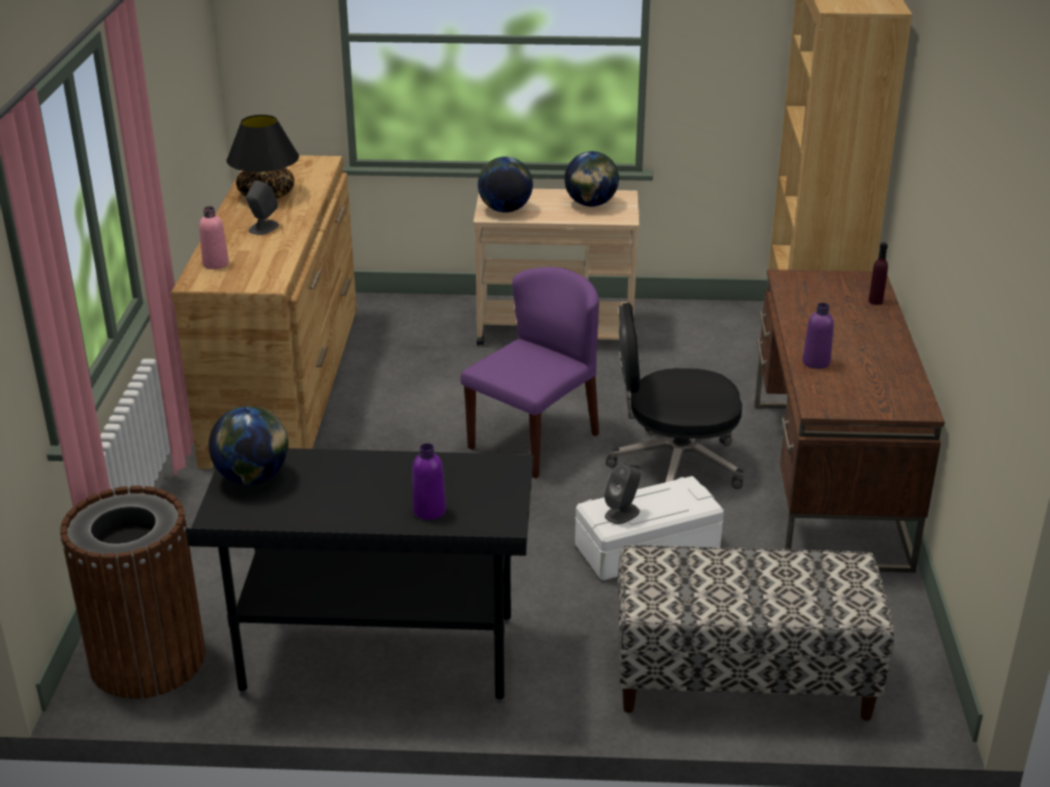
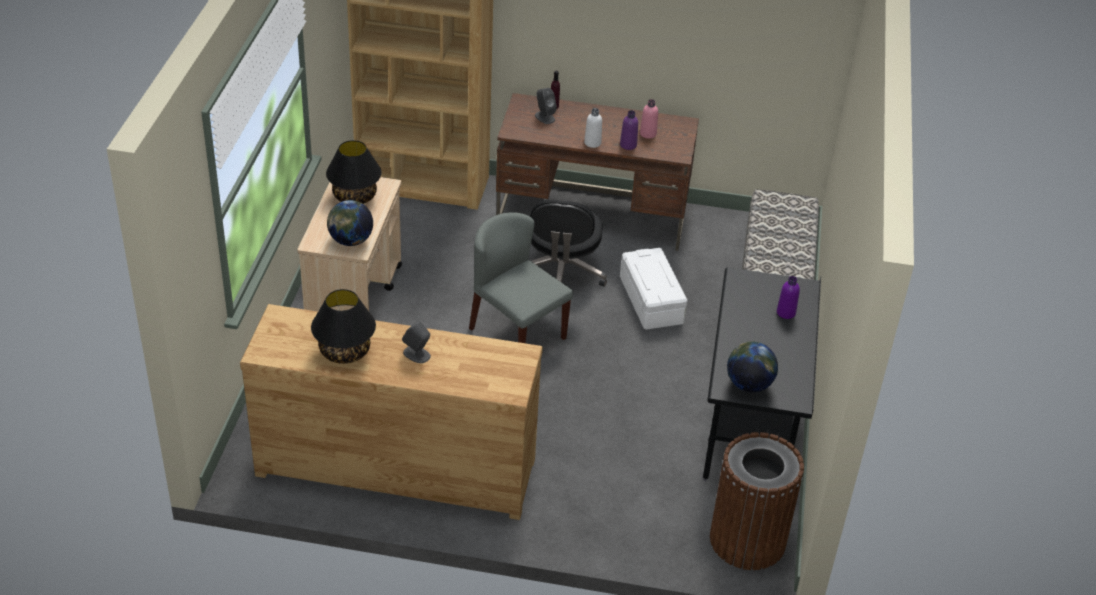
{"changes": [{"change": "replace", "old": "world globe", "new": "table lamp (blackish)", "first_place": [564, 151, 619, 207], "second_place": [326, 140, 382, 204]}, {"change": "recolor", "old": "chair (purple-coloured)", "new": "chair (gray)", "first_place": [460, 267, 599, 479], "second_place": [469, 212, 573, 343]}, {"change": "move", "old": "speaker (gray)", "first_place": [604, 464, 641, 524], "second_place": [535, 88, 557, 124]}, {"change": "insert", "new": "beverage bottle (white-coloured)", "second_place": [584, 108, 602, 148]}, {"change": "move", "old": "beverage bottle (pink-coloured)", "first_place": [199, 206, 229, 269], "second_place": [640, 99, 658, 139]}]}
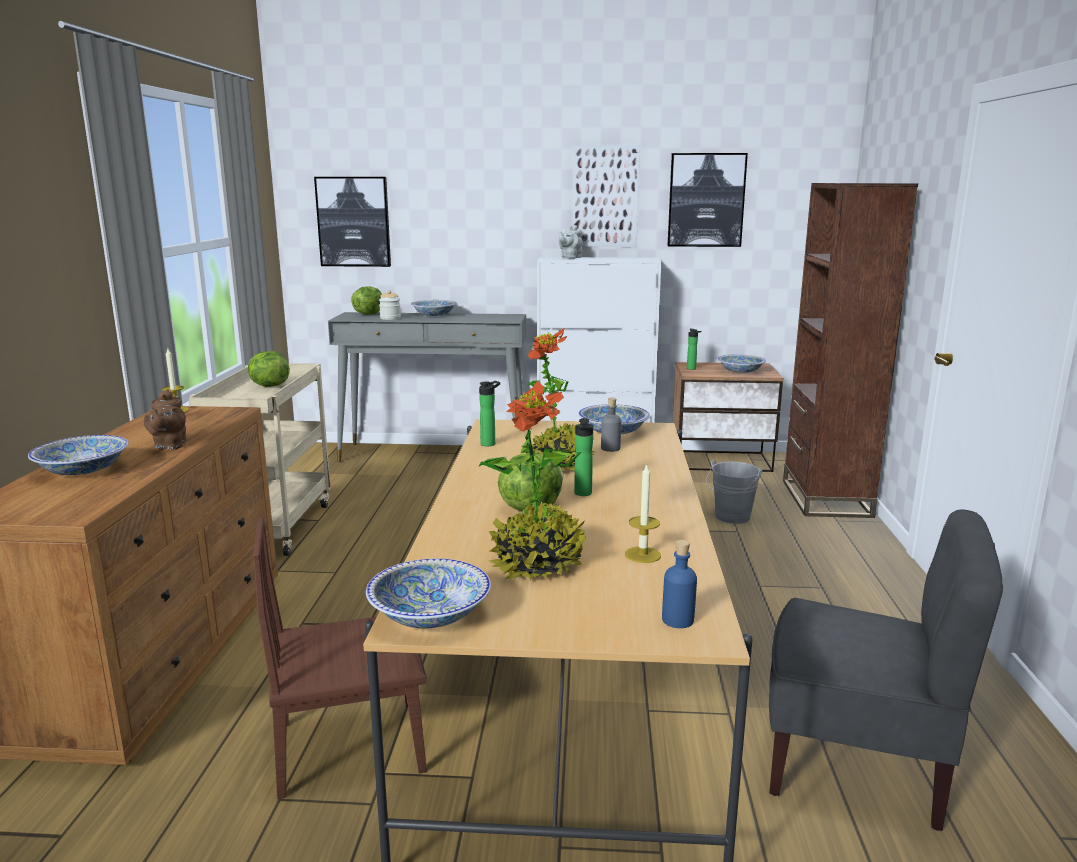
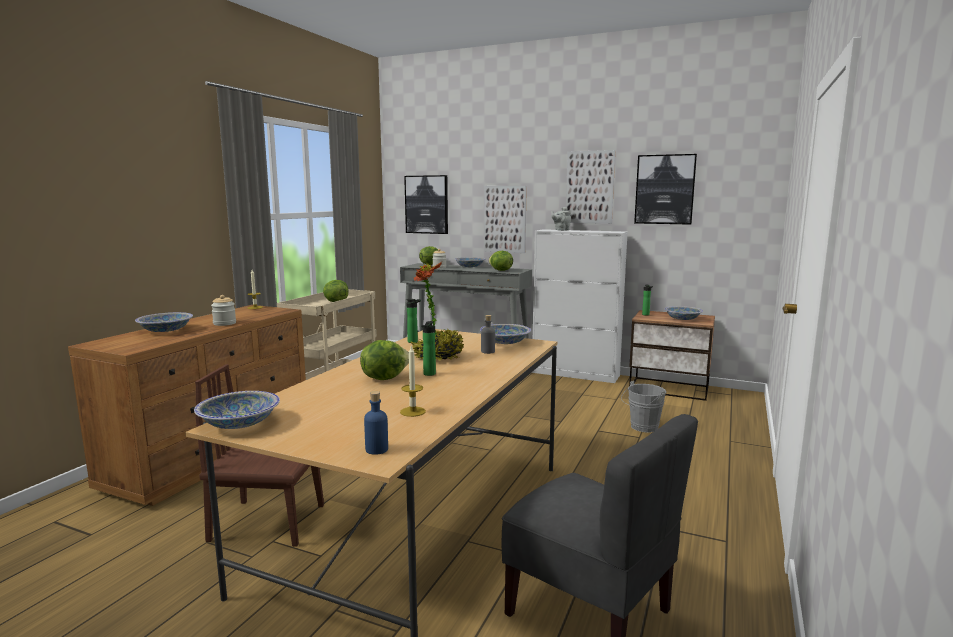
{"changes": [{"change": "replace", "old": "teapot (brown)", "new": "storage jar", "first_place": [144, 389, 186, 449], "second_place": [211, 295, 236, 326]}, {"change": "insert", "new": "wall picture", "second_place": [484, 186, 527, 253]}, {"change": "insert", "new": "lettuce", "second_place": [488, 251, 513, 271]}, {"change": "delete", "old": "plant in a pot", "first_place": [478, 381, 585, 581]}, {"change": "delete", "old": "bookcase (brown)", "first_place": [783, 183, 918, 518]}]}
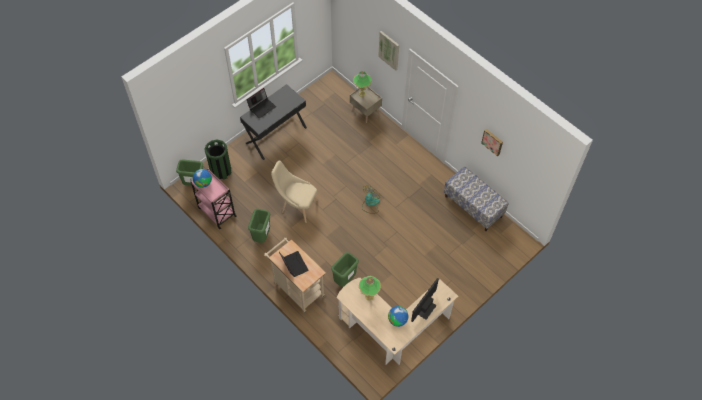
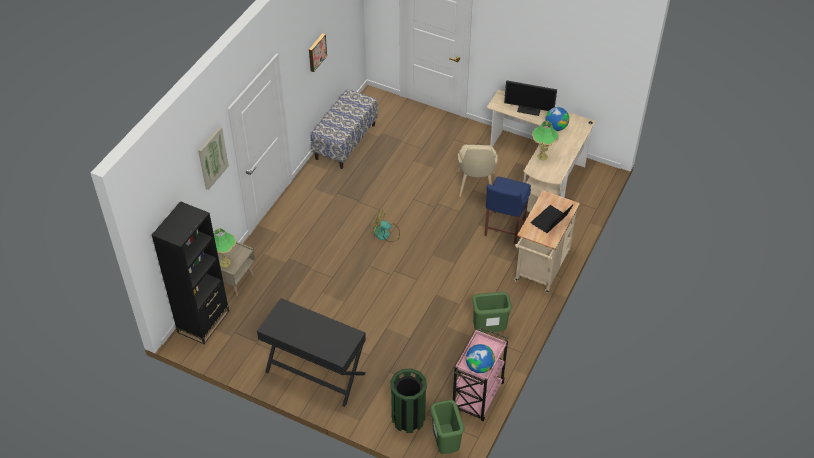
{"changes": [{"change": "insert", "new": "bookcase (blackish)", "second_place": [152, 201, 229, 344]}, {"change": "move", "old": "chair (sand-coloured)", "first_place": [271, 160, 318, 223], "second_place": [457, 145, 498, 197]}, {"change": "replace", "old": "waste bin (green)", "new": "chair (bluish)", "first_place": [331, 252, 359, 287], "second_place": [484, 177, 531, 244]}, {"change": "delete", "old": "laptop", "first_place": [247, 88, 276, 119]}]}
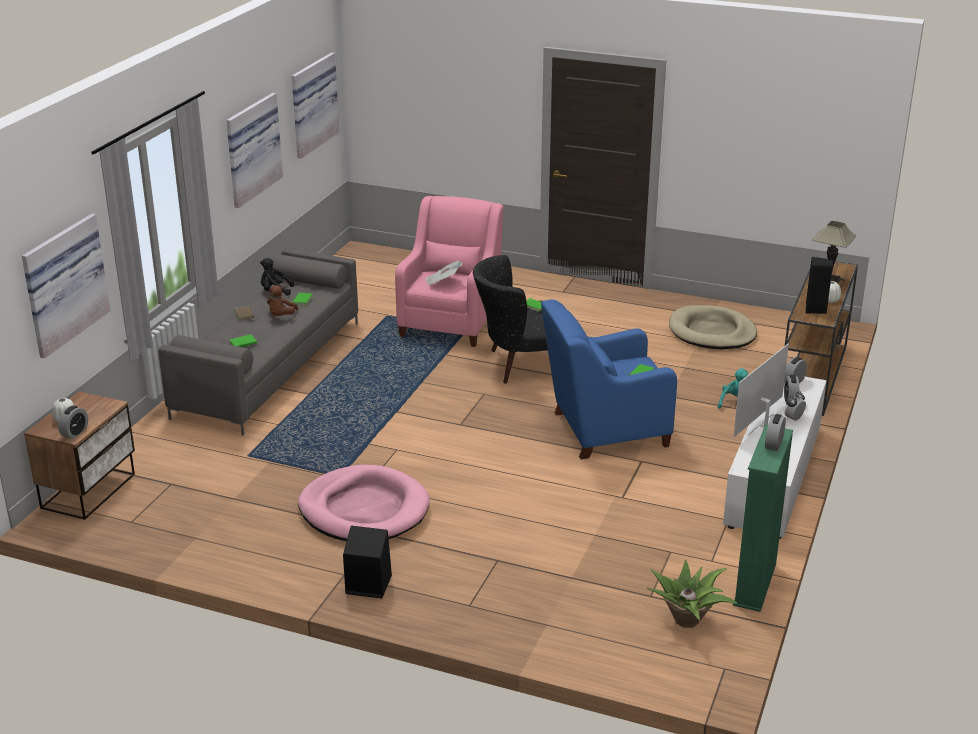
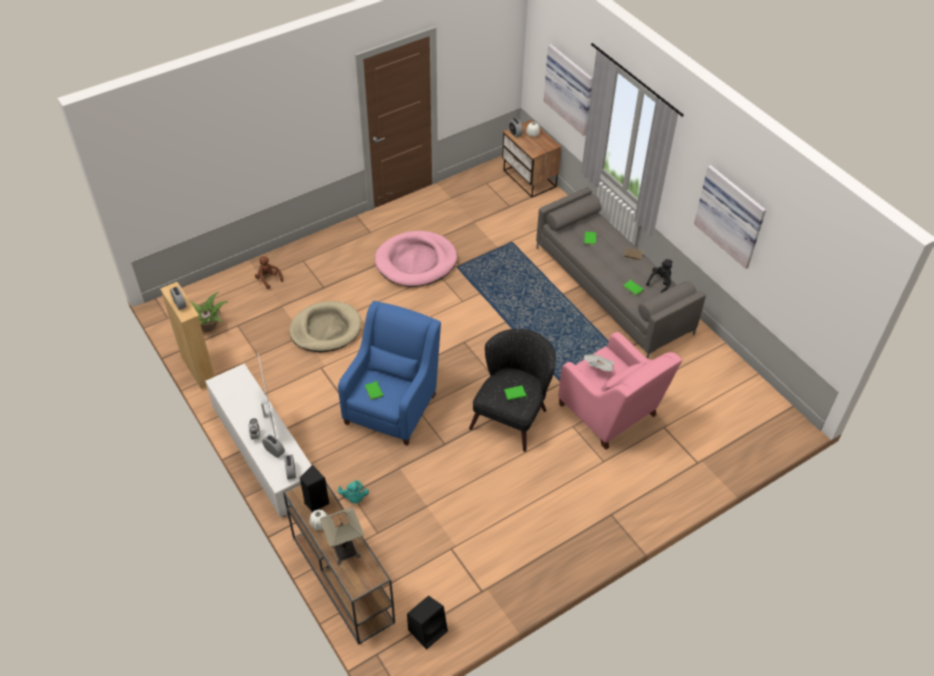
{"changes": [{"change": "recolor", "old": "bookcase (green)", "new": "bookcase (sand-coloured)", "first_place": [733, 425, 793, 612], "second_place": [160, 282, 215, 390]}, {"change": "move", "old": "cuddly toy (brown)", "first_place": [267, 285, 298, 316], "second_place": [255, 256, 283, 289]}, {"change": "move", "old": "dog cushion (sand-coloured)", "first_place": [669, 305, 757, 349], "second_place": [289, 301, 361, 352]}, {"change": "move", "old": "speaker (blackish)", "first_place": [343, 526, 392, 598], "second_place": [407, 596, 448, 650]}, {"change": "delete", "old": "wall picture", "first_place": [292, 52, 339, 159]}]}
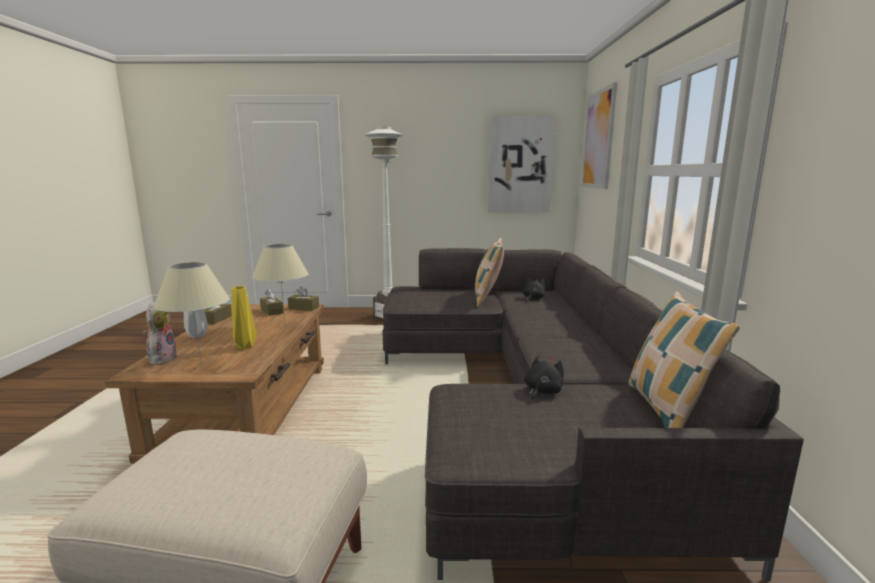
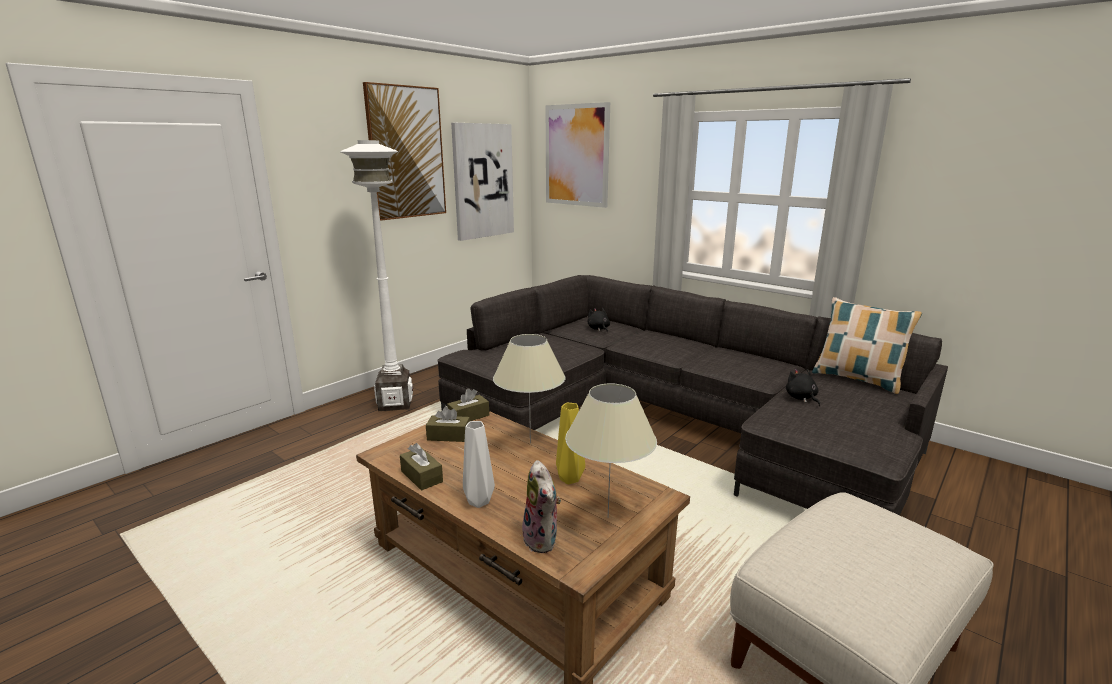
{"changes": [{"change": "insert", "new": "wall picture", "second_place": [363, 82, 446, 221]}, {"change": "rotate", "old": "cuddly toy", "first_place": [143, 302, 178, 365], "second_place": [522, 460, 561, 553], "degrees": -150}, {"change": "delete", "old": "pillow", "first_place": [475, 238, 504, 306]}]}
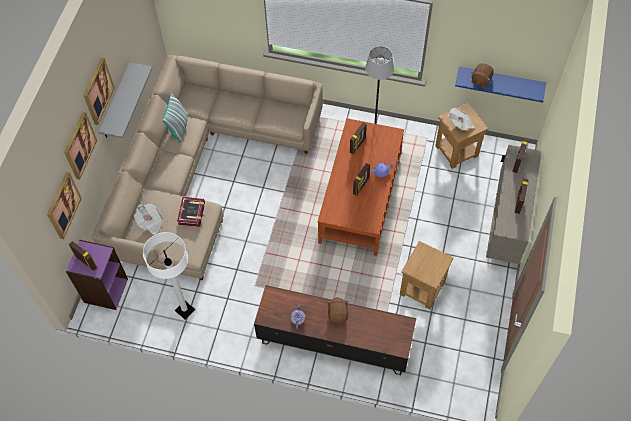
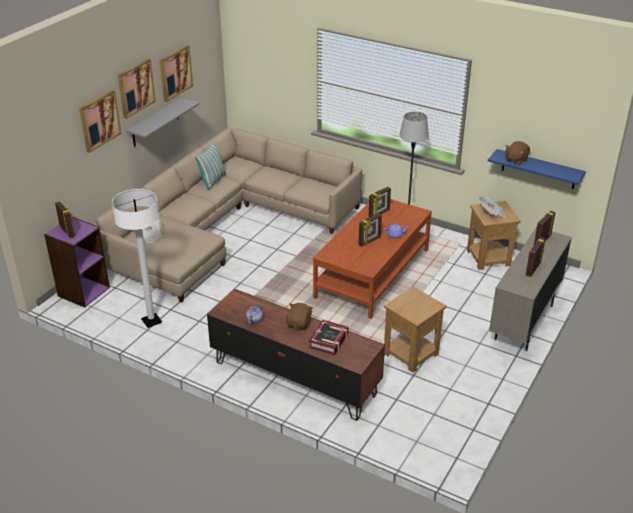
{"changes": [{"change": "move", "old": "wall picture", "first_place": [47, 172, 82, 239], "second_place": [160, 45, 193, 102]}, {"change": "move", "old": "book", "first_place": [177, 197, 205, 227], "second_place": [309, 320, 348, 355]}]}
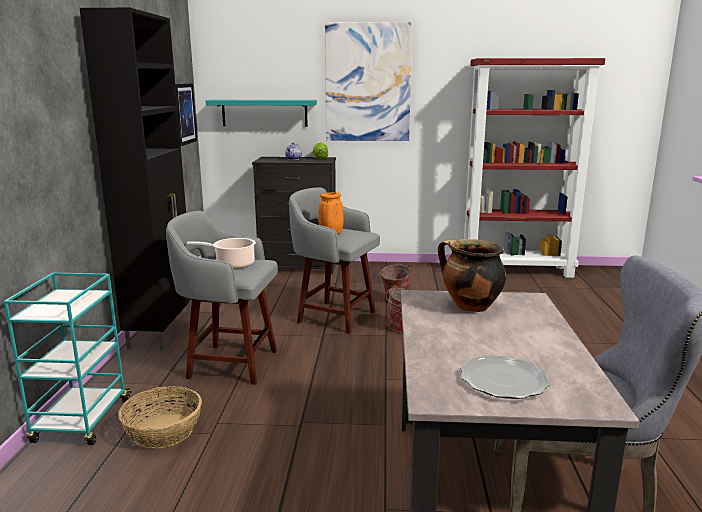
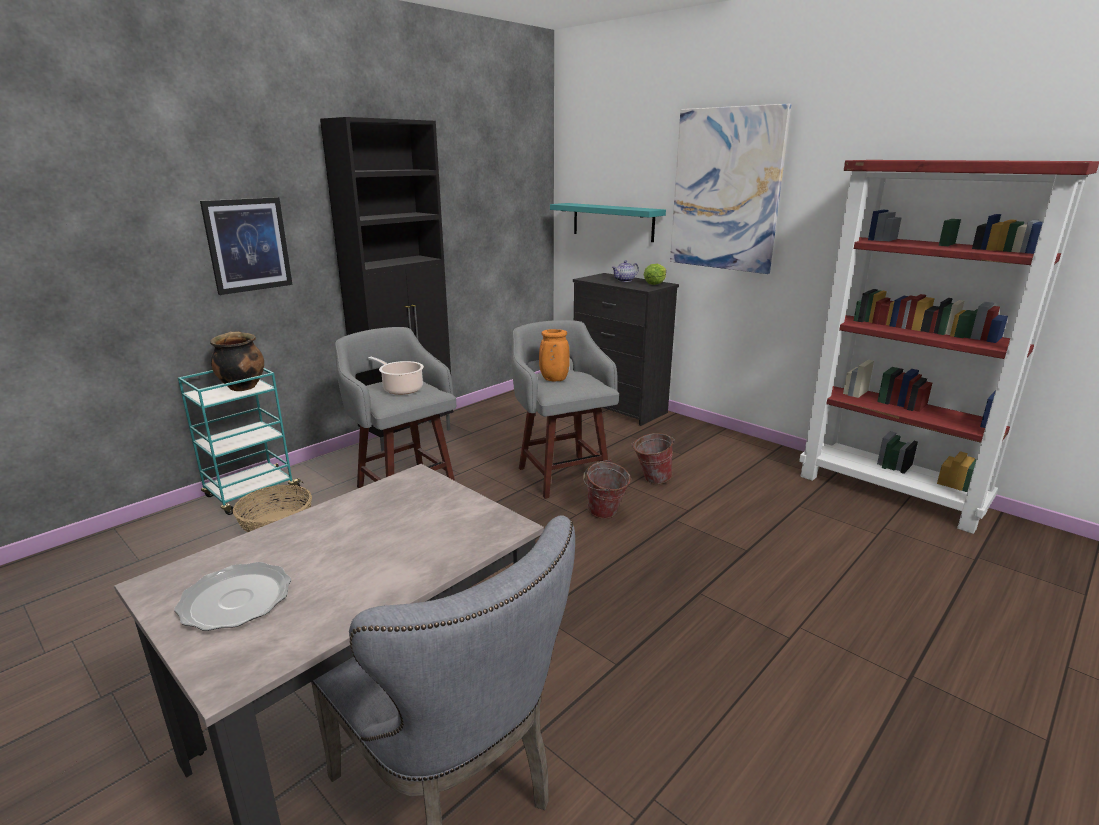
{"changes": [{"change": "move", "old": "wall picture", "first_place": [175, 84, 197, 146], "second_place": [200, 197, 293, 295]}, {"change": "move", "old": "stockpot", "first_place": [438, 239, 506, 312], "second_place": [210, 331, 264, 391]}]}
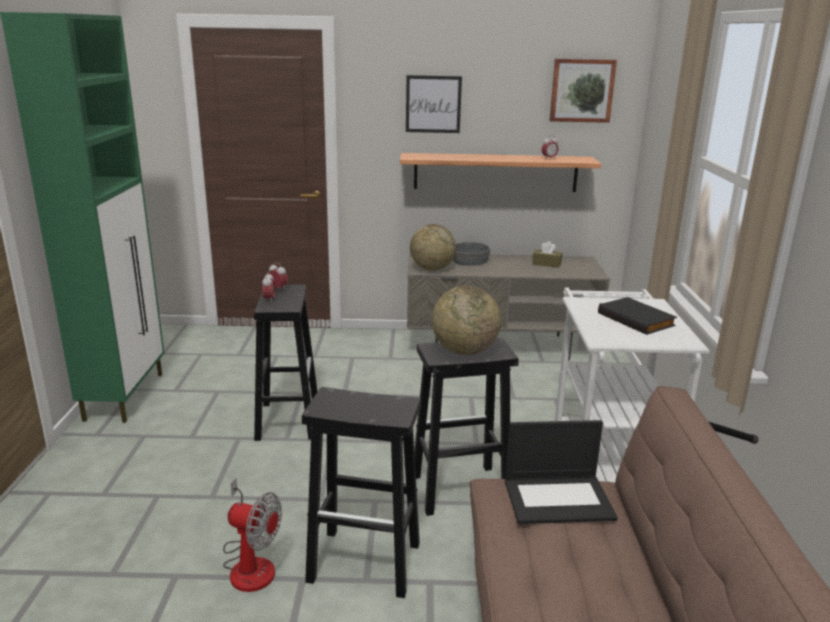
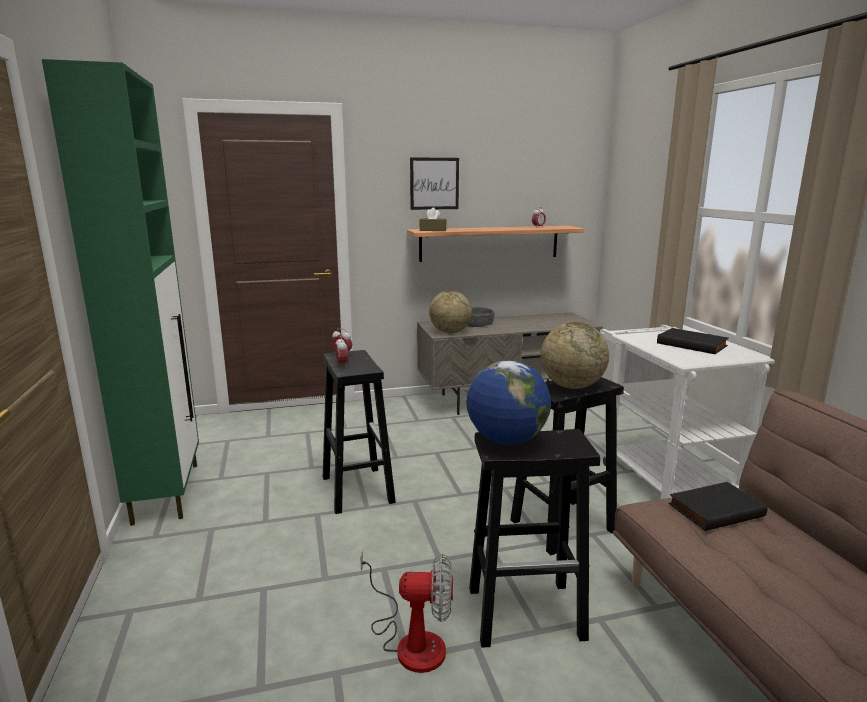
{"changes": [{"change": "move", "old": "box of tissues (brown)", "first_place": [532, 241, 562, 268], "second_place": [419, 208, 447, 231]}, {"change": "insert", "new": "world globe", "second_place": [466, 360, 551, 445]}, {"change": "replace", "old": "laptop", "new": "book (blackish)", "first_place": [505, 420, 618, 524], "second_place": [669, 482, 767, 531]}, {"change": "delete", "old": "wall picture", "first_place": [549, 59, 617, 123]}]}
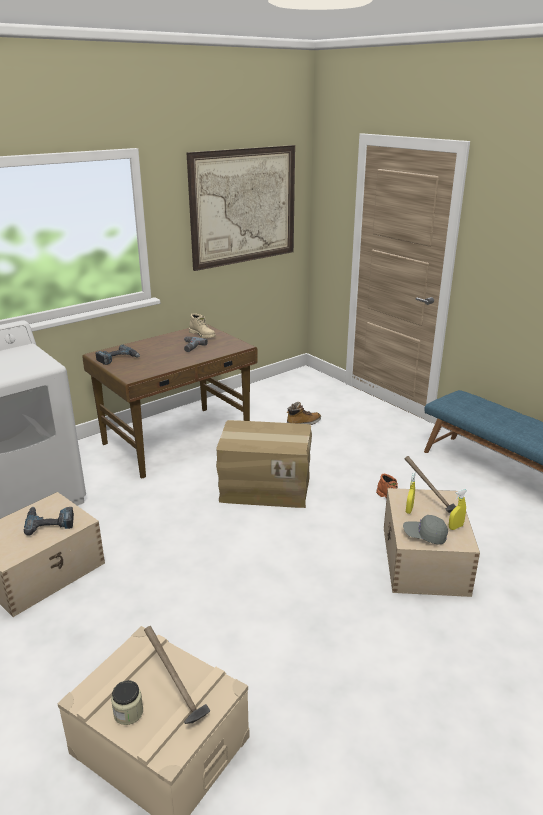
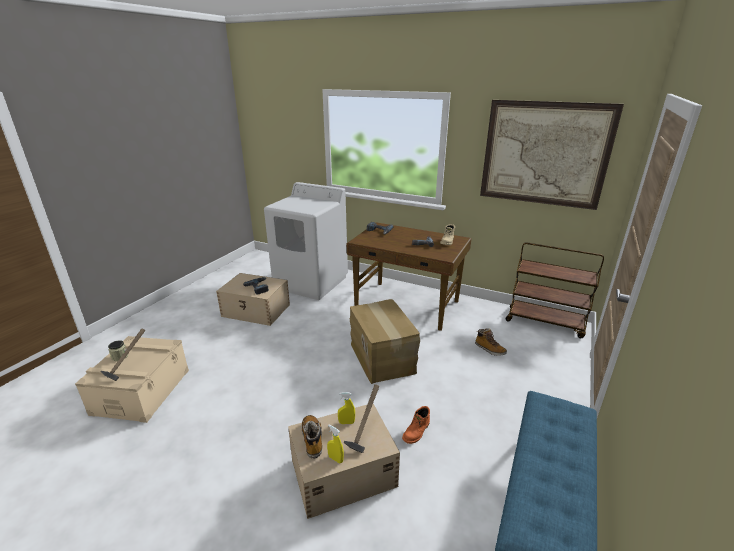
{"changes": [{"change": "replace", "old": "baseball cap (gray)", "new": "tall boot", "first_place": [403, 515, 448, 544], "second_place": [302, 415, 322, 459]}, {"change": "insert", "new": "wheeled cart (brown)", "second_place": [505, 242, 604, 338]}]}
